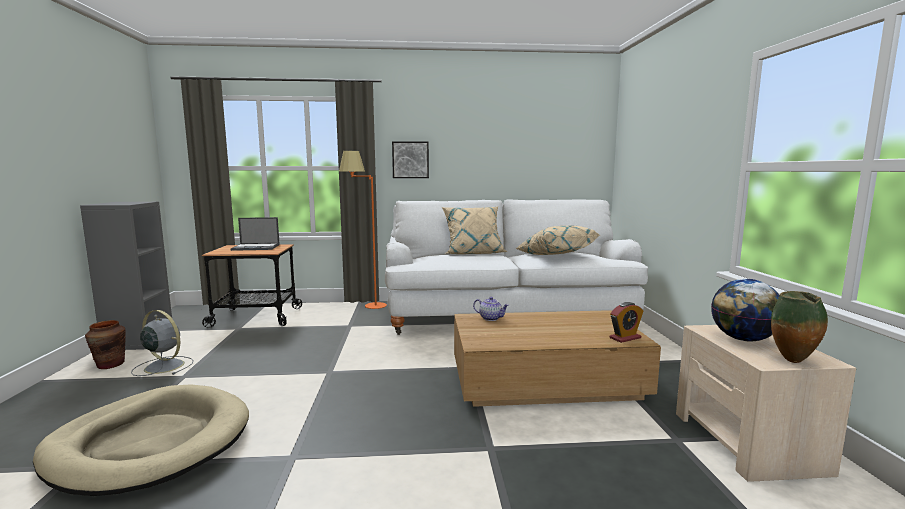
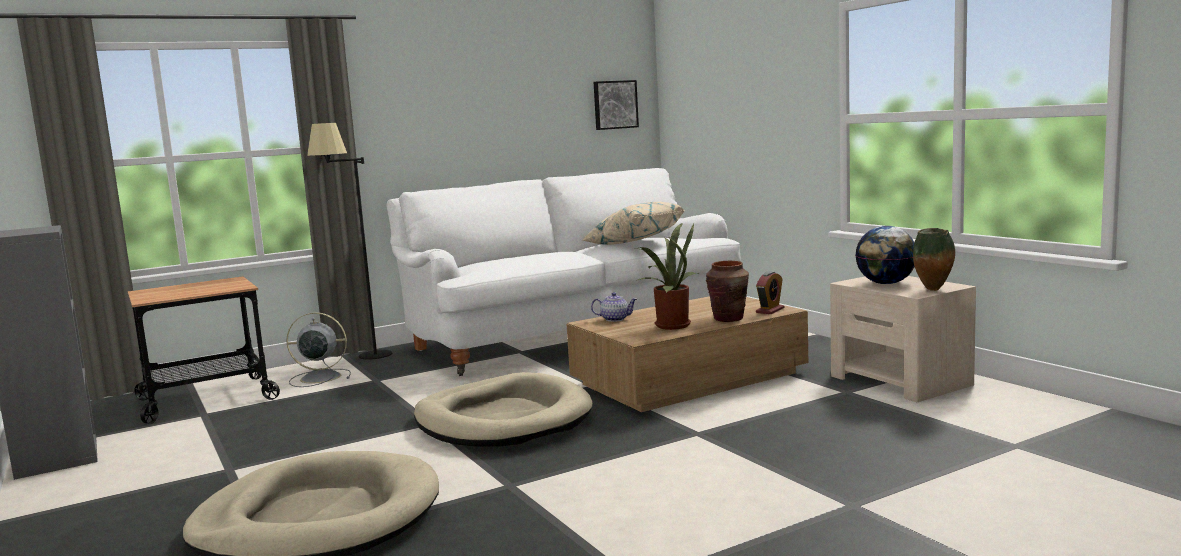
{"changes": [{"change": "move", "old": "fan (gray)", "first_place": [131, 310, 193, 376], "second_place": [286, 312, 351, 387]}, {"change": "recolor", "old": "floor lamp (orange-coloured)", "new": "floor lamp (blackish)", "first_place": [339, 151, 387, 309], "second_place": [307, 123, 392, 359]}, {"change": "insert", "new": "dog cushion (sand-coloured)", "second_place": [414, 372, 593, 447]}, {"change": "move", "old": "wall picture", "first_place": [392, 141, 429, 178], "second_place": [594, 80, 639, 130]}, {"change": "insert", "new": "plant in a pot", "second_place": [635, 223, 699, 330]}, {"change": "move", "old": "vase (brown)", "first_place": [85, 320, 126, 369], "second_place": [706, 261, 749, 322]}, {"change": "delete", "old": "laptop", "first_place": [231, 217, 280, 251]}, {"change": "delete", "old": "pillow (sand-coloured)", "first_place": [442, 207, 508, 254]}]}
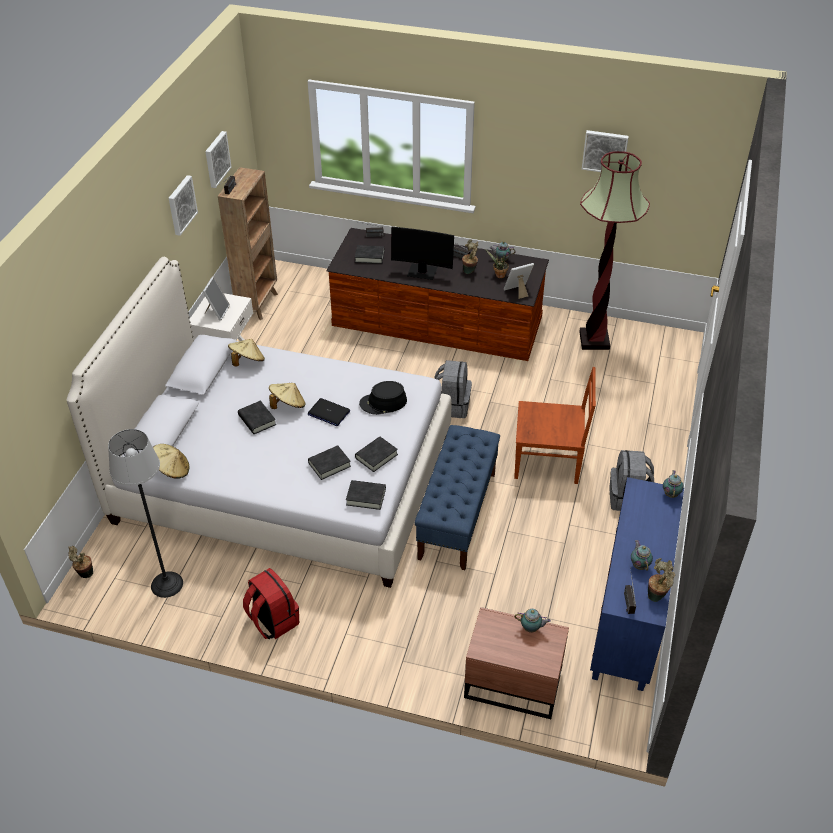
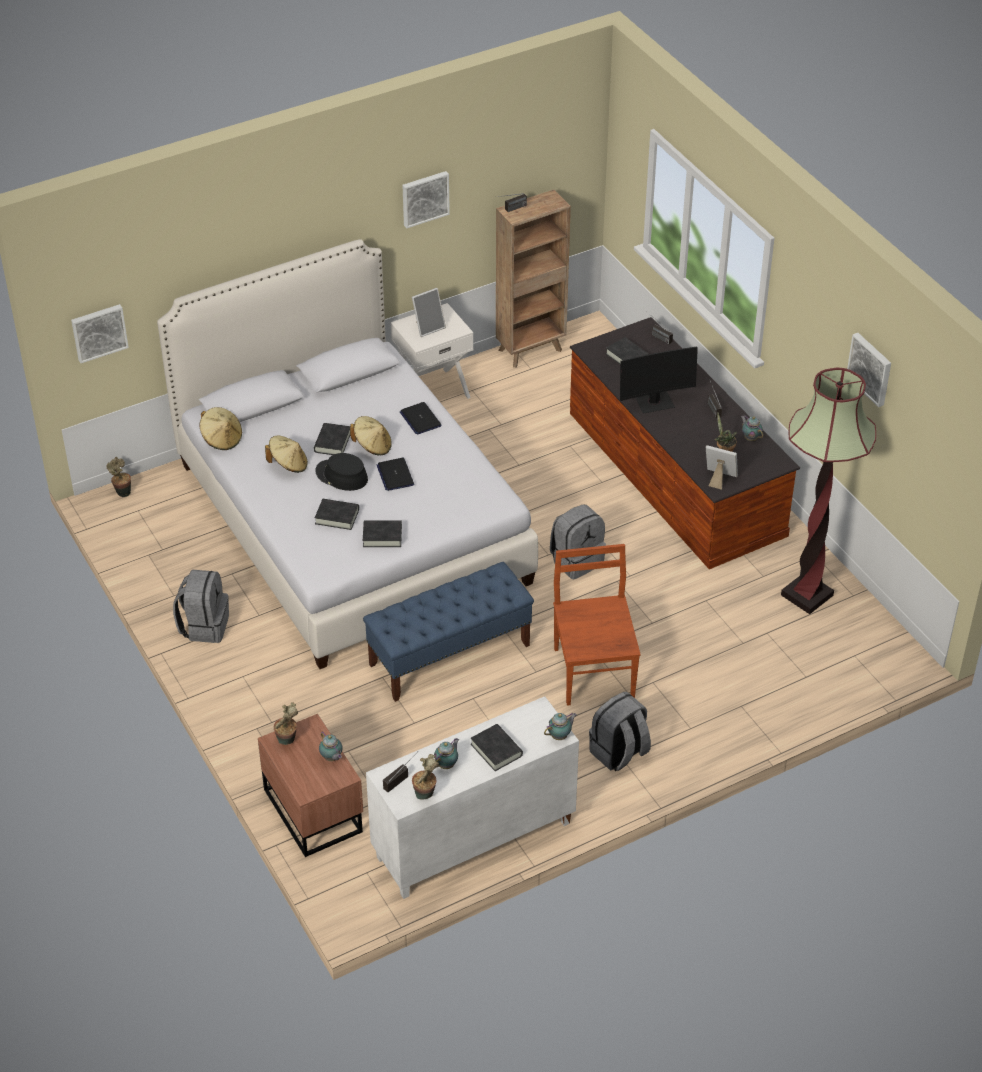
{"changes": [{"change": "move", "old": "wall picture", "first_place": [205, 131, 232, 188], "second_place": [71, 304, 129, 363]}, {"change": "recolor", "old": "rucksack (reddish)", "new": "rucksack (gray)", "first_place": [243, 568, 299, 640], "second_place": [173, 570, 229, 643]}, {"change": "move", "old": "clothing hat (sand-coloured)", "first_place": [228, 339, 265, 367], "second_place": [265, 436, 308, 473]}, {"change": "move", "old": "plant in a pot", "first_place": [462, 240, 478, 274], "second_place": [274, 702, 298, 745]}, {"change": "move", "old": "clothing hat (blackish)", "first_place": [359, 381, 407, 415], "second_place": [315, 453, 368, 491]}, {"change": "recolor", "old": "cabinet (bluish)", "new": "cabinet (white-coloured)", "first_place": [590, 477, 684, 691], "second_place": [366, 696, 579, 899]}, {"change": "insert", "new": "laptop", "second_place": [400, 402, 442, 435]}, {"change": "move", "old": "book (blackish)", "first_place": [346, 480, 386, 510], "second_place": [471, 724, 523, 771]}, {"change": "rotate", "old": "chair (brown)", "first_place": [514, 367, 596, 484], "second_place": [553, 544, 641, 706], "degrees": -150}, {"change": "rotate", "old": "computer screen", "first_place": [391, 227, 454, 280], "second_place": [620, 347, 698, 414], "degrees": -75}, {"change": "delete", "old": "floor lamp", "first_place": [108, 429, 183, 598]}]}
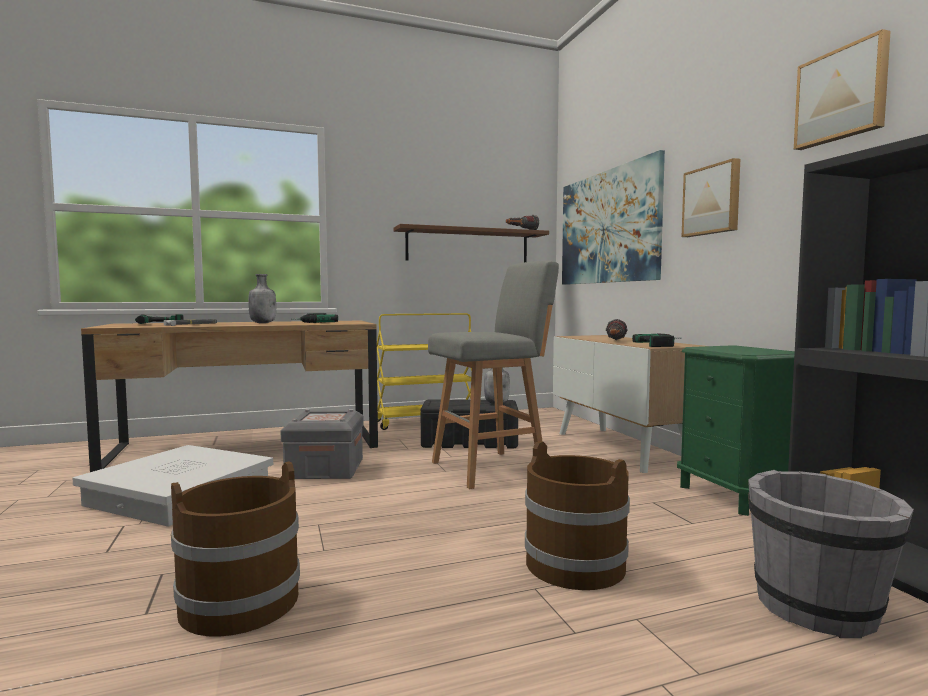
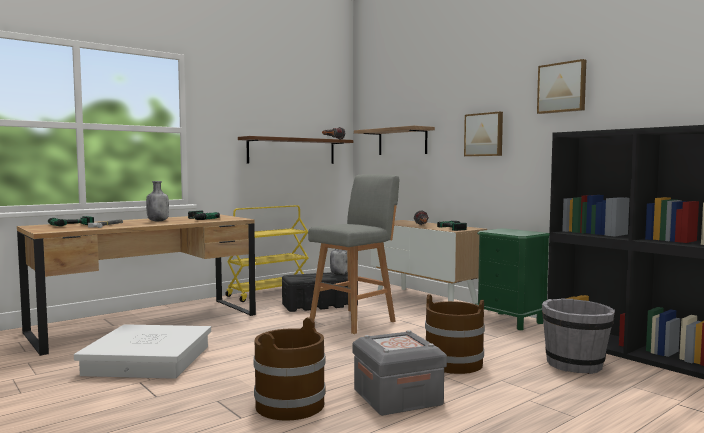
{"changes": [{"change": "move", "old": "storage box (gray)", "first_place": [281, 409, 364, 479], "second_place": [352, 330, 447, 416]}, {"change": "replace", "old": "wall picture", "new": "shelf", "first_place": [562, 150, 665, 285], "second_place": [354, 126, 435, 155]}]}
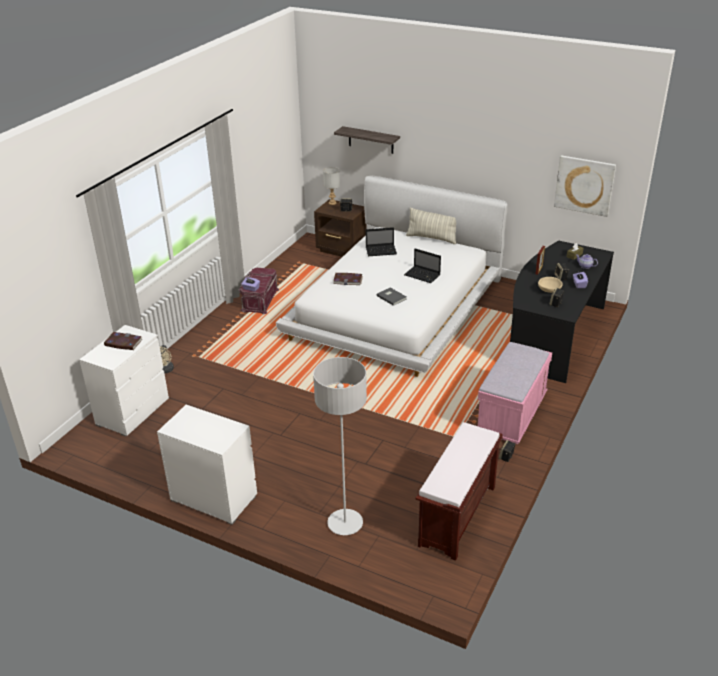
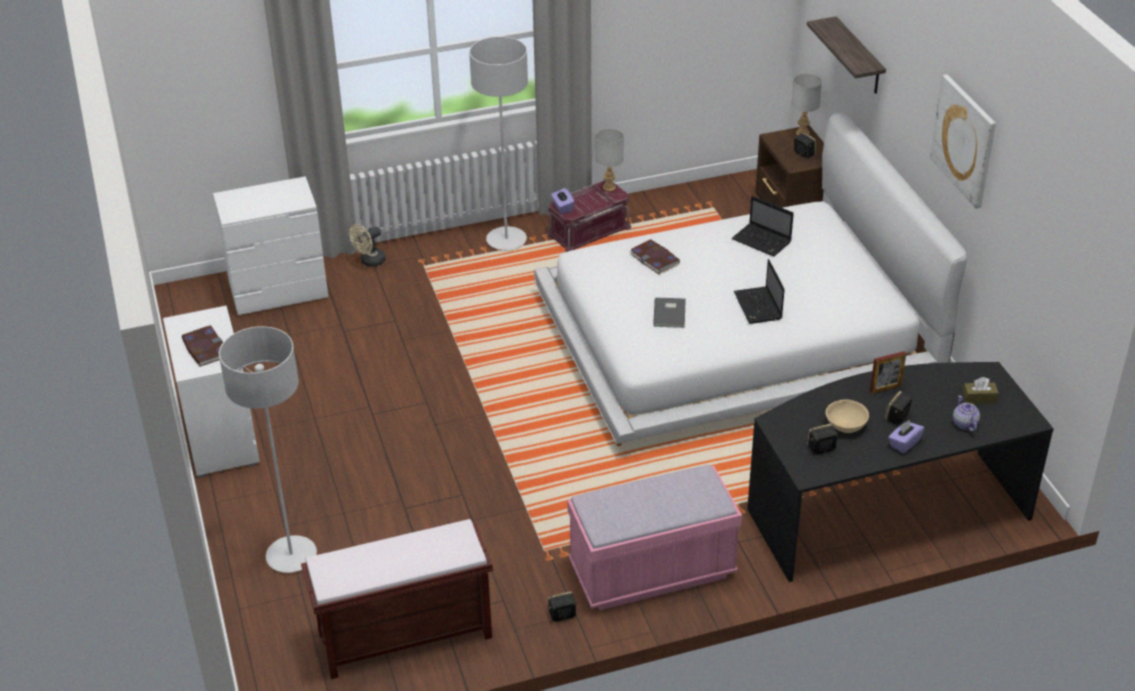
{"changes": [{"change": "move", "old": "book", "first_place": [104, 332, 143, 350], "second_place": [182, 325, 223, 367]}, {"change": "insert", "new": "floor lamp (gray)", "second_place": [469, 36, 528, 250]}, {"change": "insert", "new": "table lamp (gray)", "second_place": [595, 128, 624, 192]}, {"change": "move", "old": "wall picture", "first_place": [554, 155, 616, 217], "second_place": [930, 74, 996, 208]}, {"change": "delete", "old": "pillow", "first_place": [406, 208, 456, 244]}]}
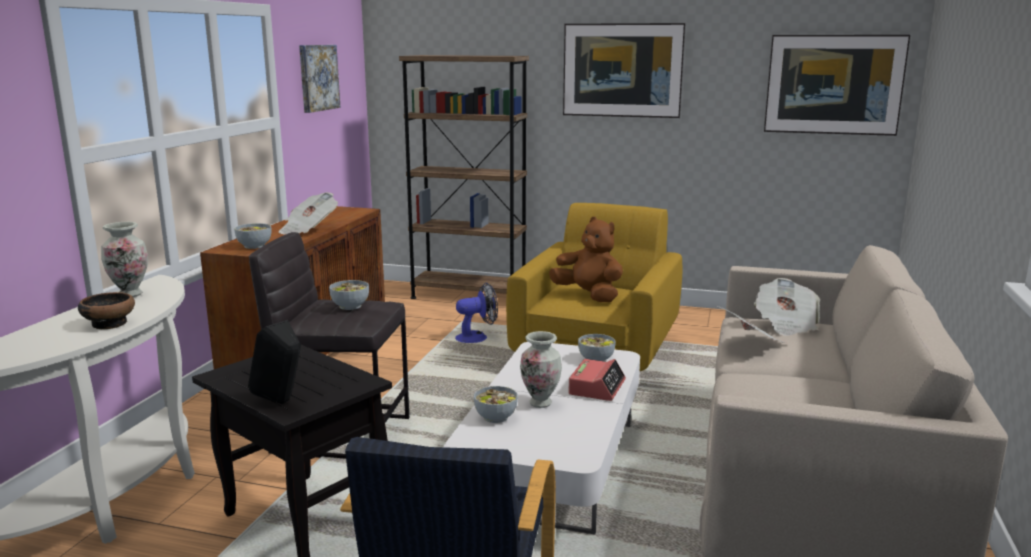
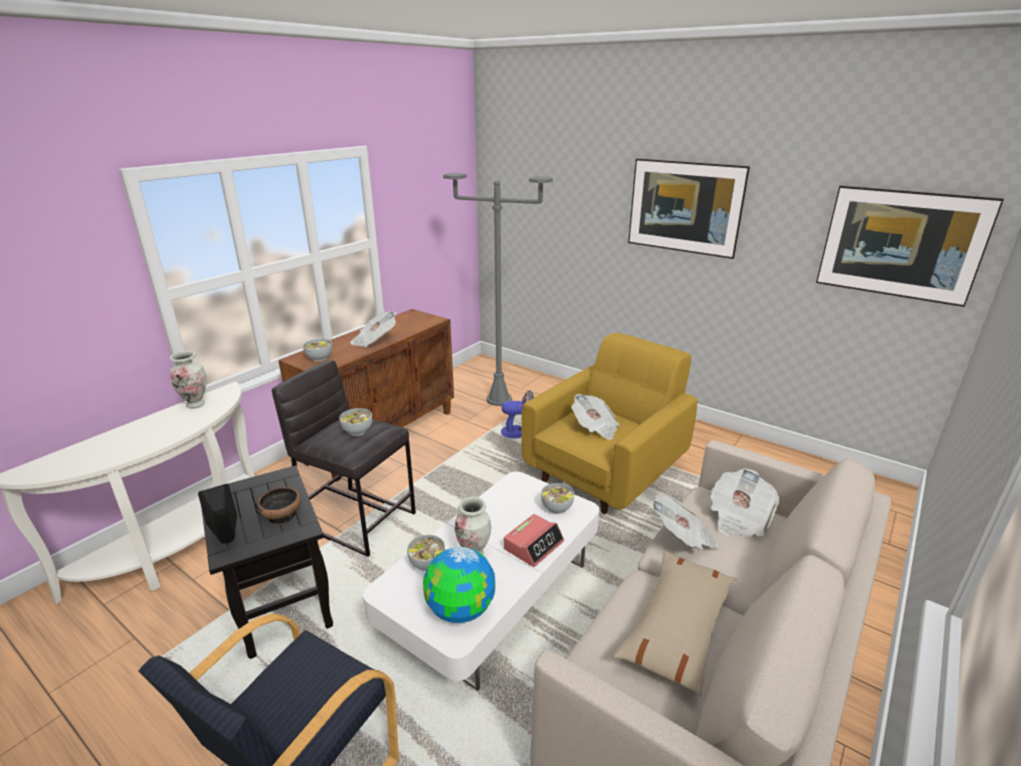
{"changes": [{"change": "move", "old": "serving bowl", "first_place": [78, 292, 135, 329], "second_place": [256, 487, 301, 524]}, {"change": "insert", "new": "world globe", "second_place": [423, 547, 495, 623]}, {"change": "insert", "new": "floor lamp (gray)", "second_place": [443, 173, 553, 406]}, {"change": "replace", "old": "cuddly toy (brown)", "new": "newspaper", "first_place": [549, 217, 623, 302], "second_place": [571, 394, 620, 440]}, {"change": "insert", "new": "pillow (sand-coloured)", "second_place": [613, 551, 736, 697]}, {"change": "delete", "old": "wall picture", "first_place": [299, 45, 340, 113]}, {"change": "delete", "old": "bookcase (brown)", "first_place": [399, 55, 529, 299]}]}
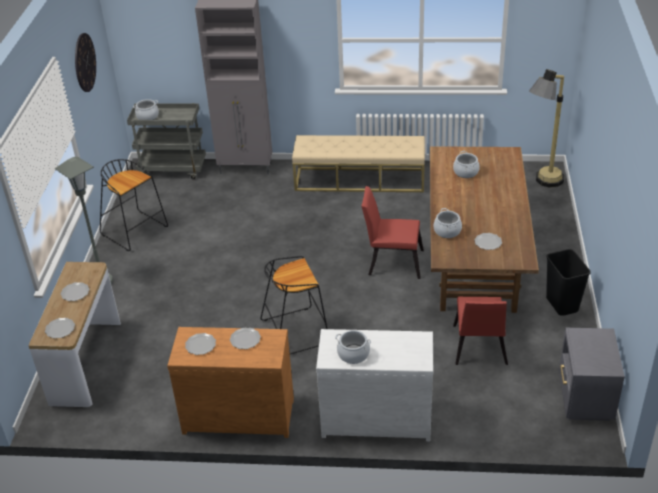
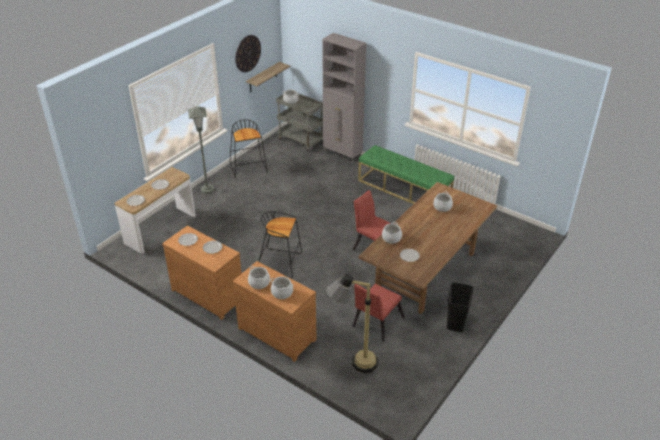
{"changes": [{"change": "recolor", "old": "chest of drawers (white-coloured)", "new": "chest of drawers (brown)", "first_place": [316, 329, 433, 441], "second_place": [232, 261, 316, 362]}, {"change": "insert", "new": "shelf", "second_place": [246, 62, 290, 92]}, {"change": "insert", "new": "stockpot", "second_place": [270, 277, 293, 299]}, {"change": "move", "old": "floor lamp", "first_place": [529, 69, 564, 188], "second_place": [326, 273, 378, 373]}, {"change": "recolor", "old": "long seat (sand-coloured)", "new": "long seat (green)", "first_place": [292, 135, 425, 192], "second_place": [358, 145, 454, 204]}, {"change": "delete", "old": "night table (gray)", "first_place": [559, 328, 625, 421]}]}
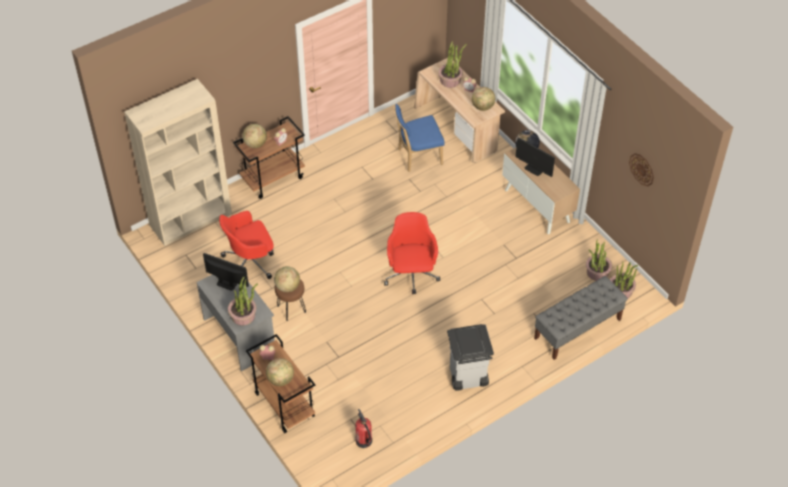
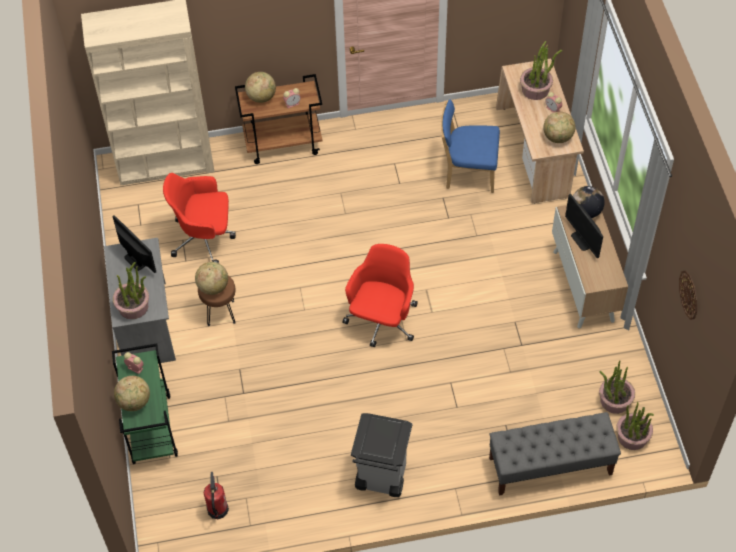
{"changes": [{"change": "recolor", "old": "wheeled cart (brown)", "new": "wheeled cart (green)", "first_place": [246, 334, 315, 433], "second_place": [112, 344, 178, 464]}]}
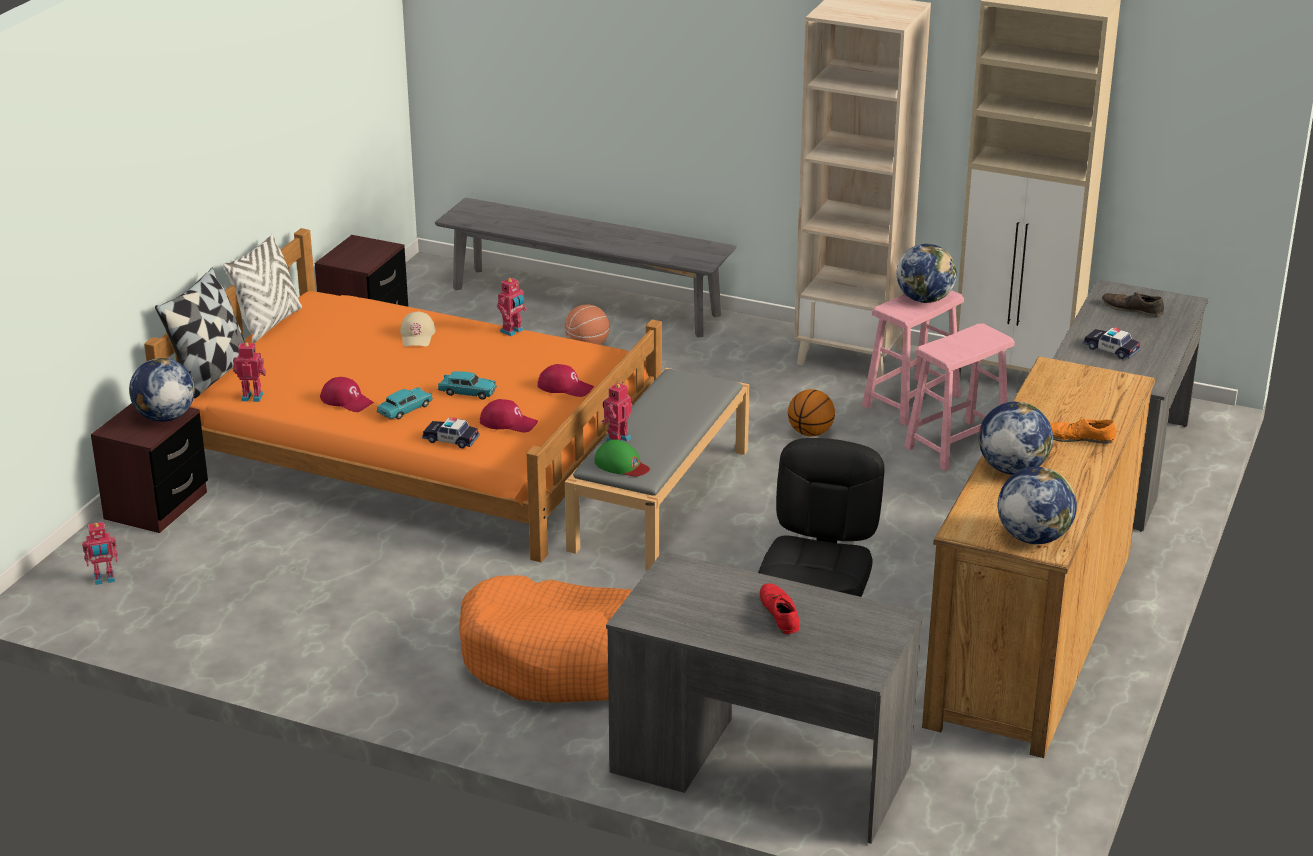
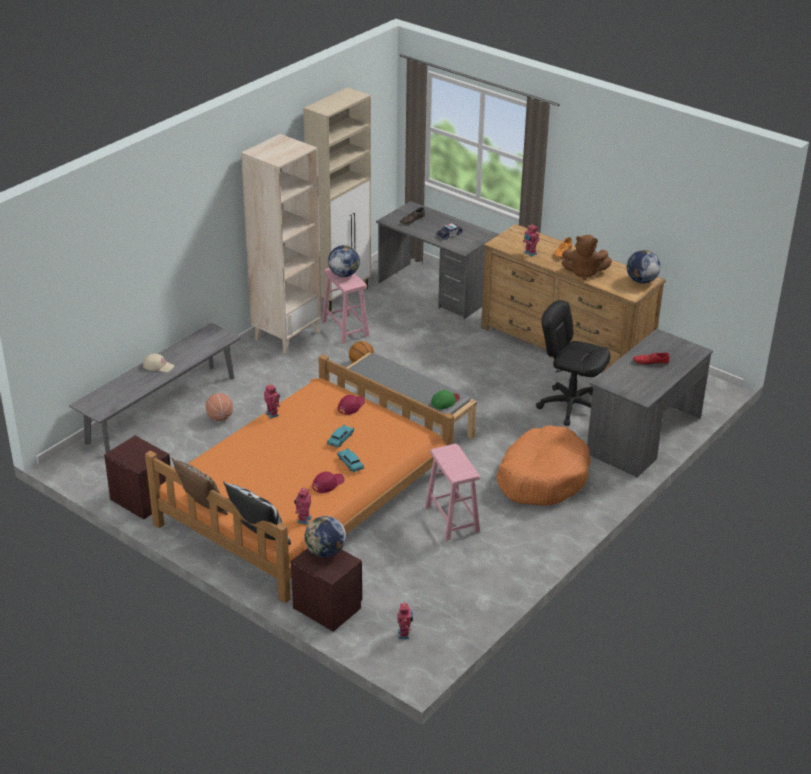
{"changes": [{"change": "move", "old": "baseball cap (sand-coloured)", "first_place": [400, 312, 436, 347], "second_place": [143, 354, 174, 372]}, {"change": "recolor", "old": "pillow (white-coloured)", "new": "pillow (brown)", "first_place": [223, 233, 302, 343], "second_place": [171, 458, 228, 515]}, {"change": "move", "old": "sitting stool (pink-coloured)", "first_place": [904, 324, 1015, 471], "second_place": [425, 444, 480, 540]}, {"change": "move", "old": "robot figure", "first_place": [602, 382, 632, 442], "second_place": [523, 224, 539, 257]}, {"change": "replace", "old": "world globe", "new": "cuddly toy (brown)", "first_place": [979, 401, 1053, 475], "second_place": [562, 235, 612, 280]}, {"change": "delete", "old": "miniature car", "first_place": [422, 417, 480, 448]}, {"change": "delete", "old": "baseball cap (reddish)", "first_place": [480, 399, 538, 432]}]}
